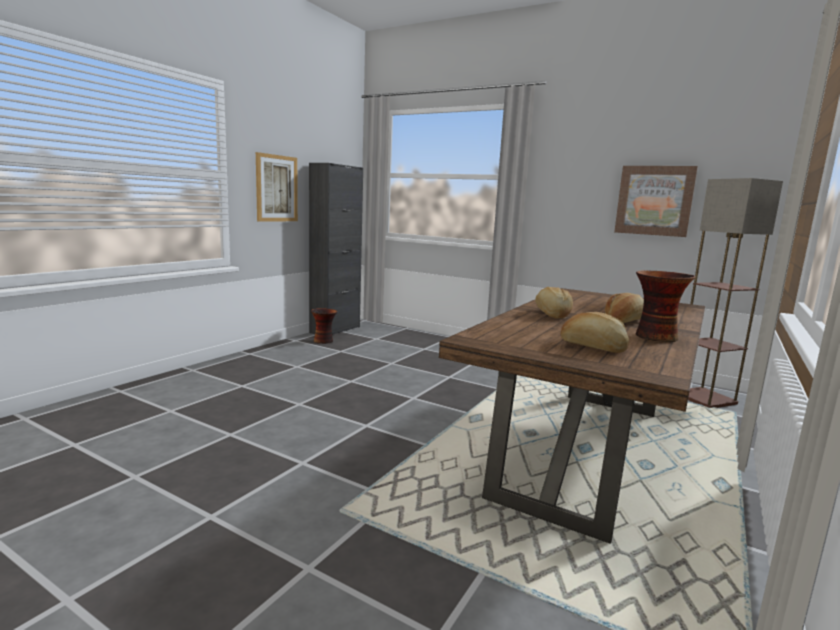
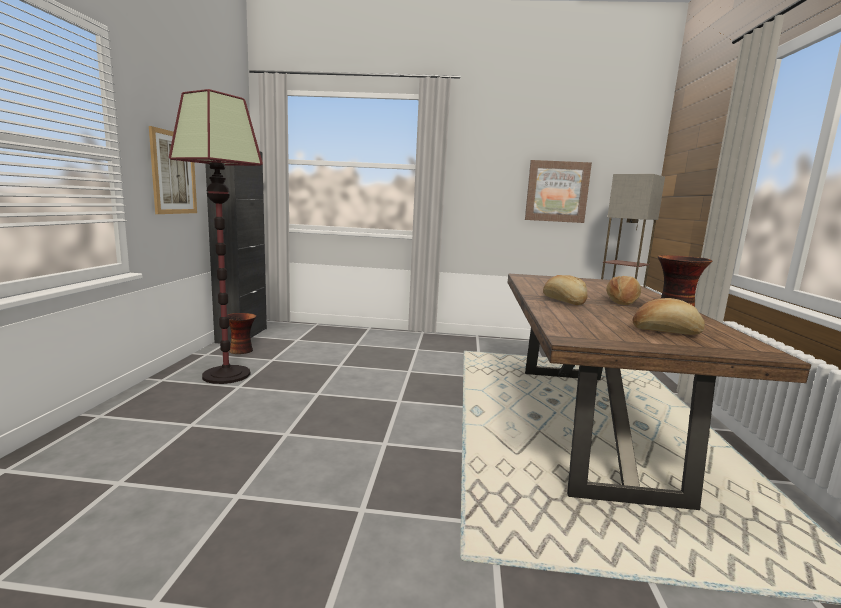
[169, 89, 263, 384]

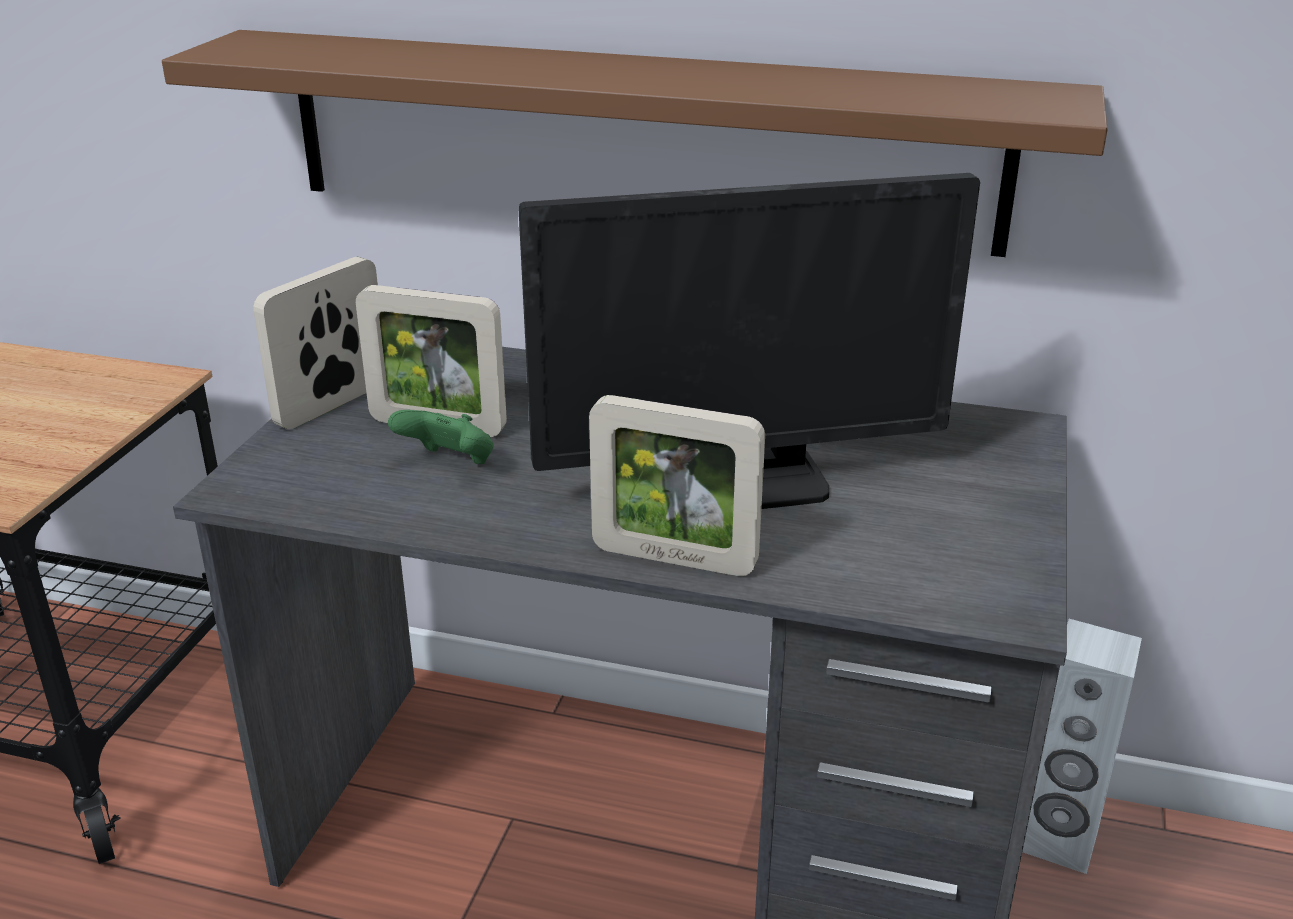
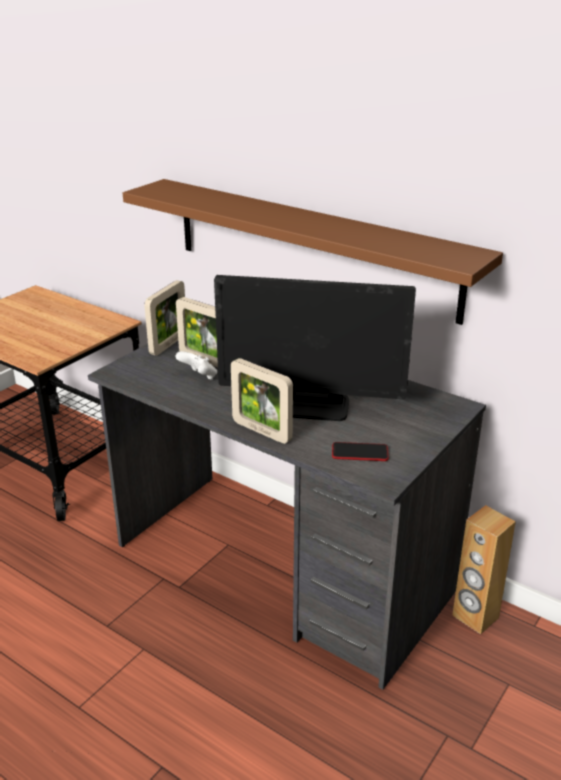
[145, 280, 185, 356]
[175, 351, 217, 380]
[452, 505, 516, 634]
[332, 442, 389, 461]

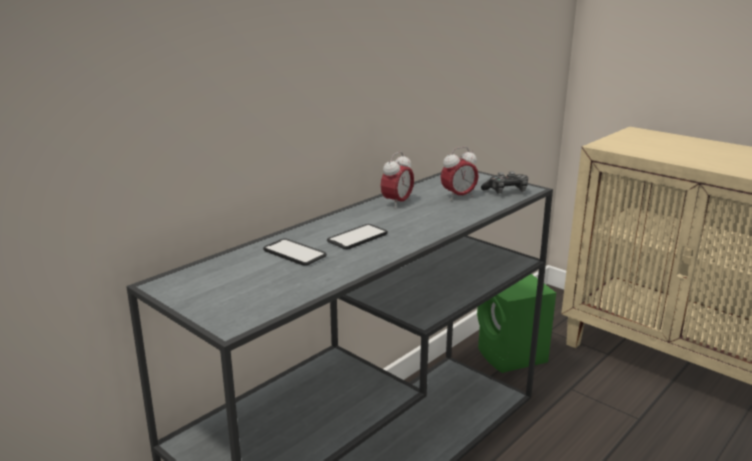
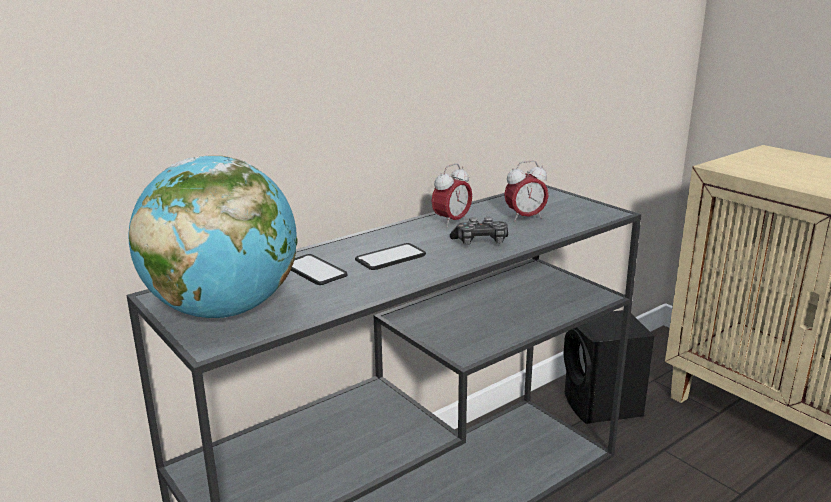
[450, 217, 508, 245]
[564, 310, 654, 424]
[128, 155, 298, 319]

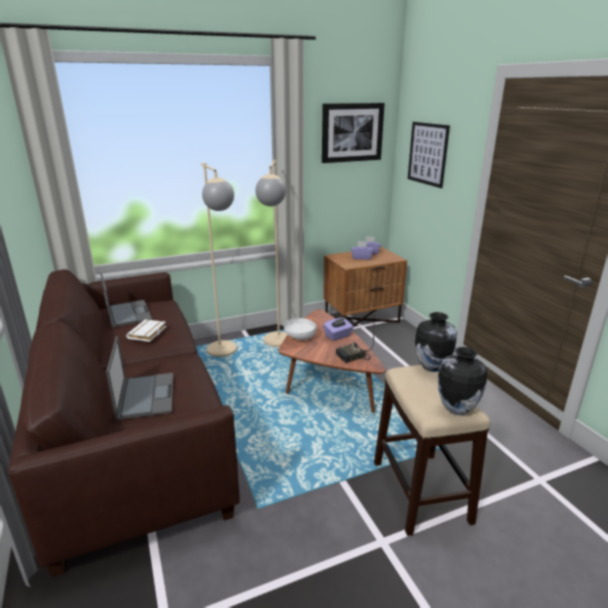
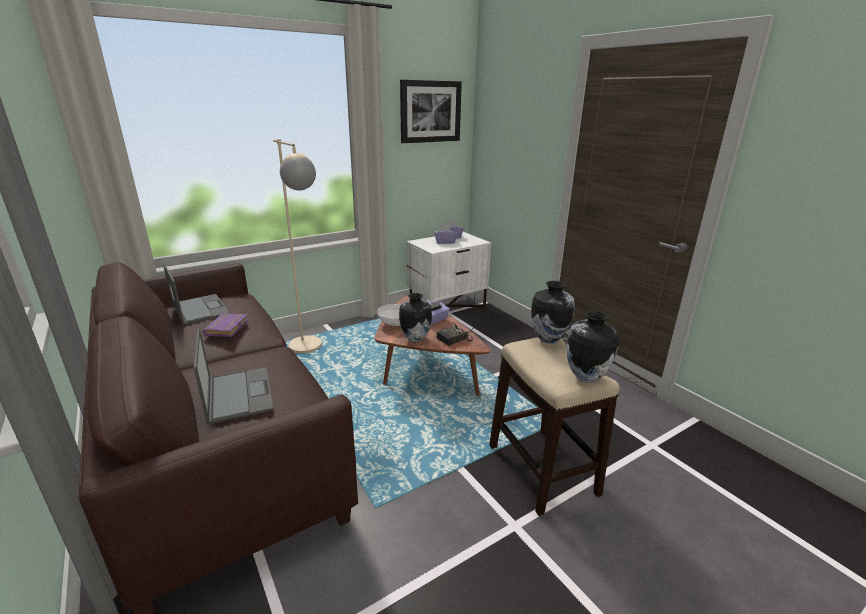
[408, 122, 450, 188] (first image)
[255, 160, 288, 347] (first image)
[407, 232, 491, 307]
[203, 313, 248, 337]
[399, 293, 432, 342]

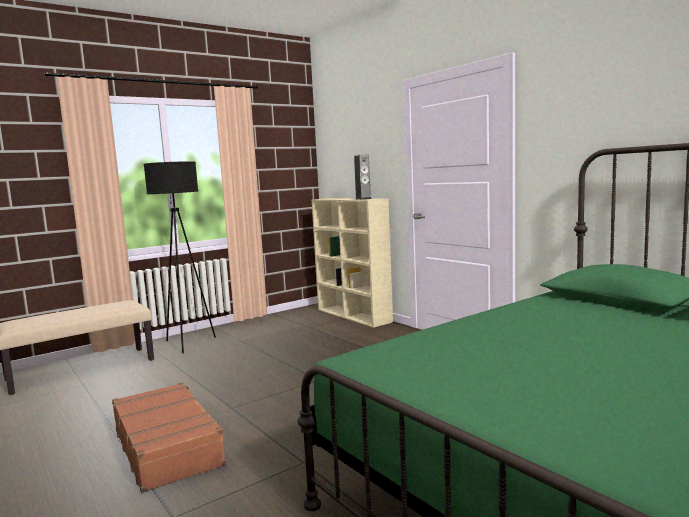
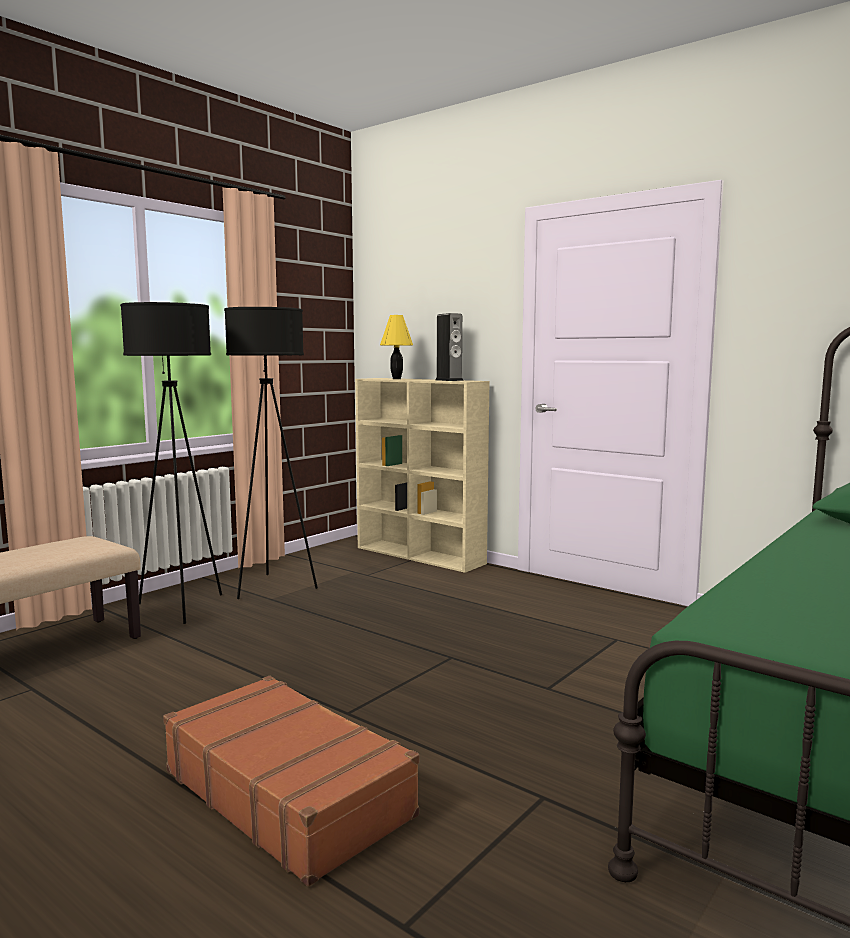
[224, 307, 318, 599]
[380, 315, 413, 379]

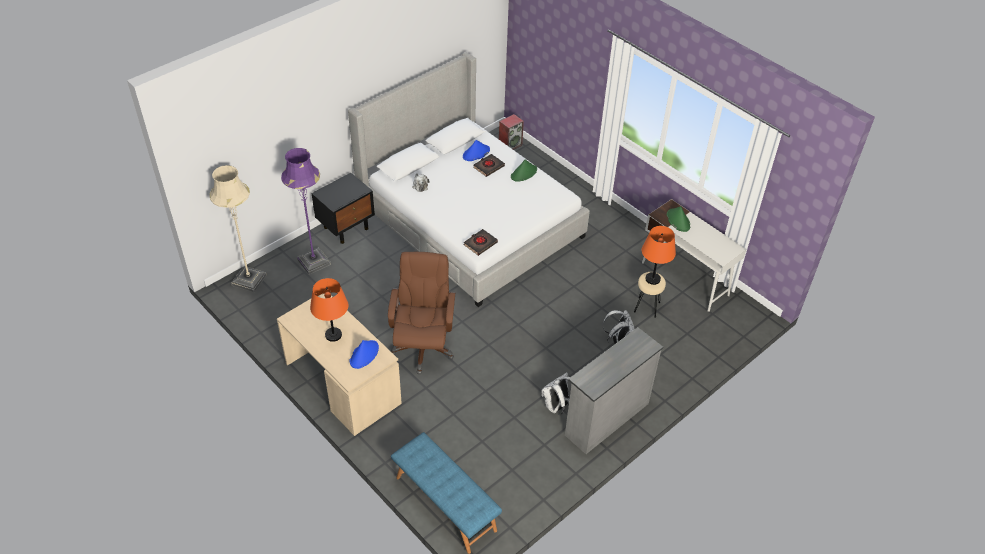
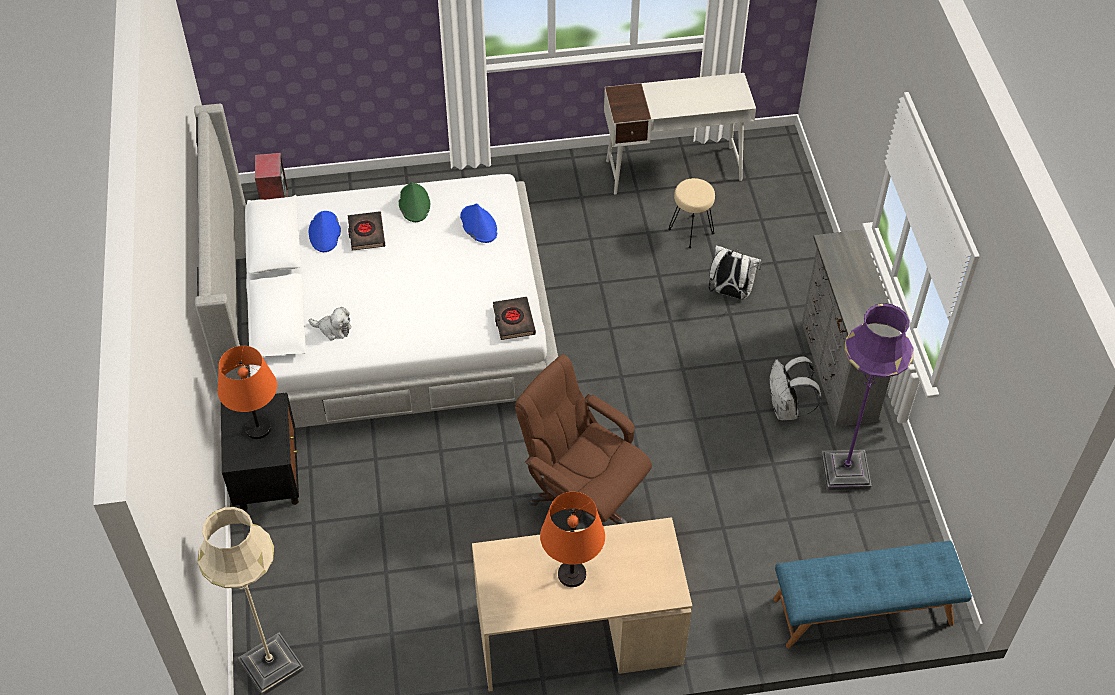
[821, 303, 913, 491]
[667, 206, 690, 232] (first image)
[217, 346, 277, 439]
[460, 203, 497, 243]

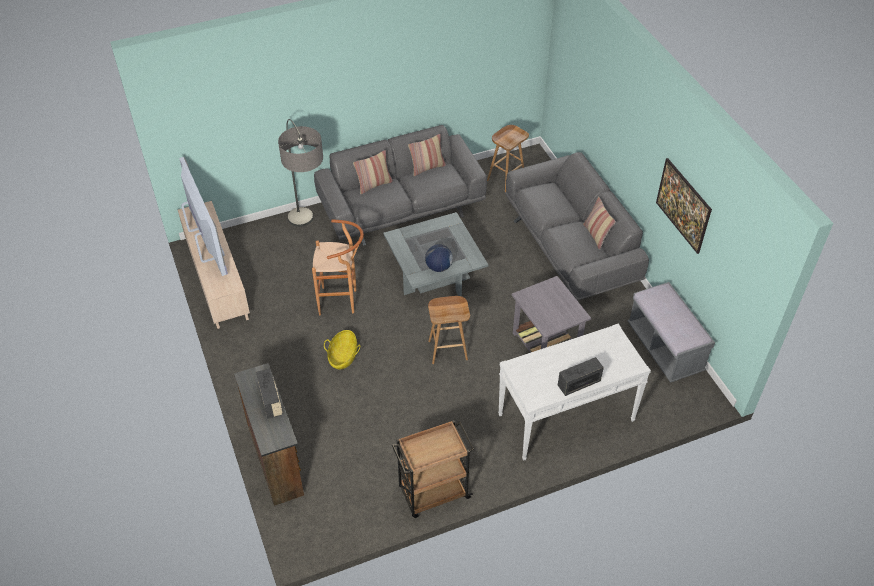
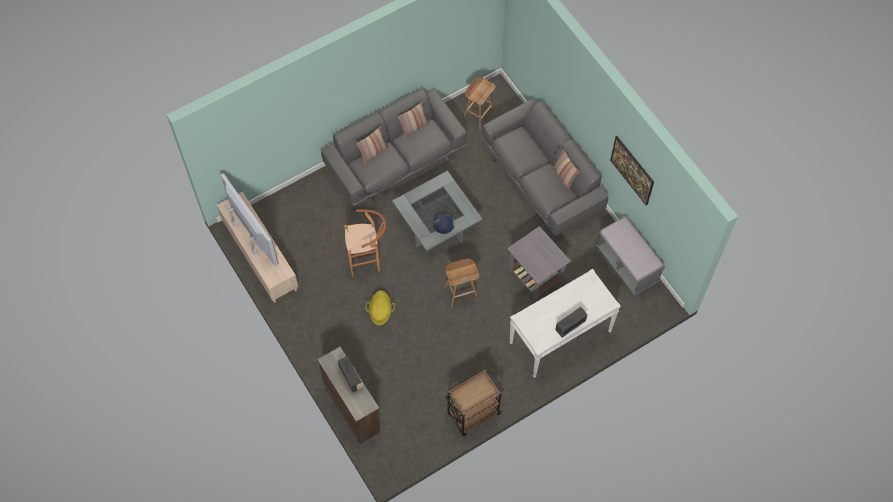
[278, 119, 323, 227] (first image)

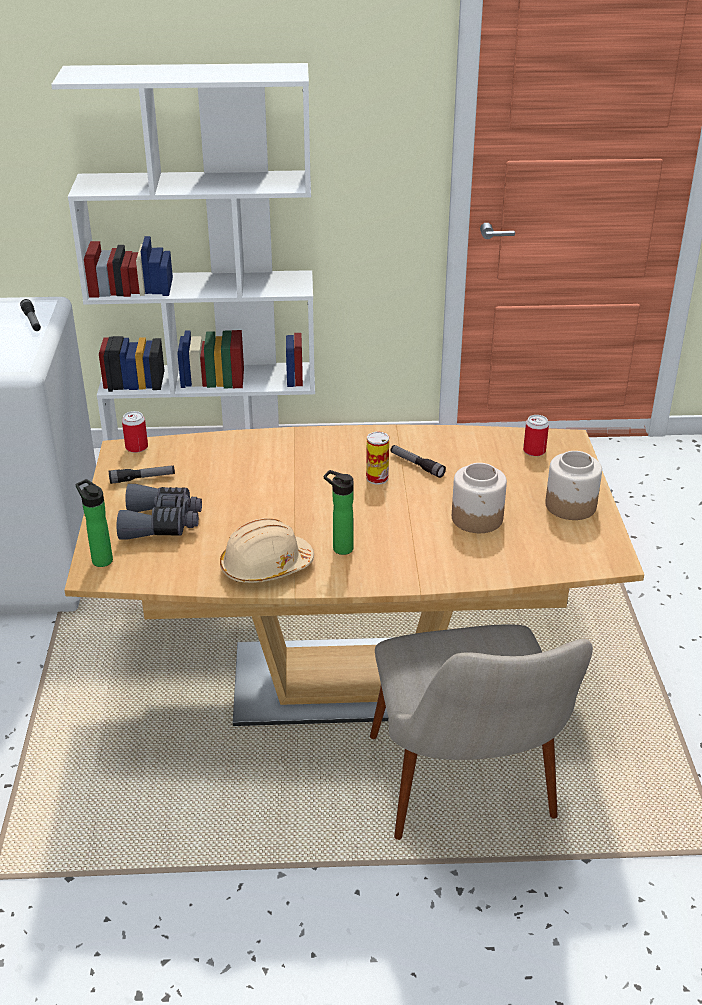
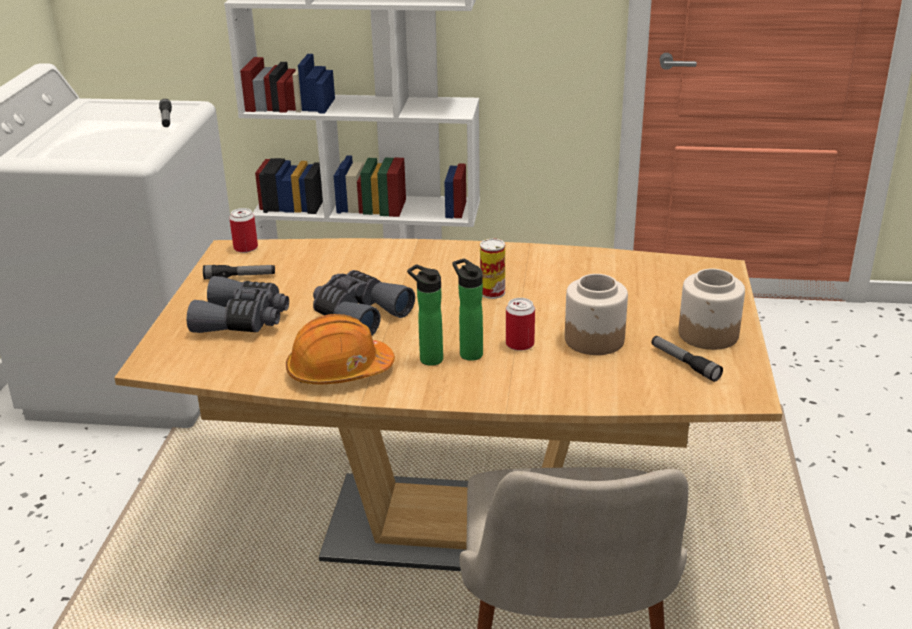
[506, 298, 535, 351]
[651, 336, 723, 382]
[452, 258, 483, 361]
[286, 314, 395, 384]
[313, 270, 415, 335]

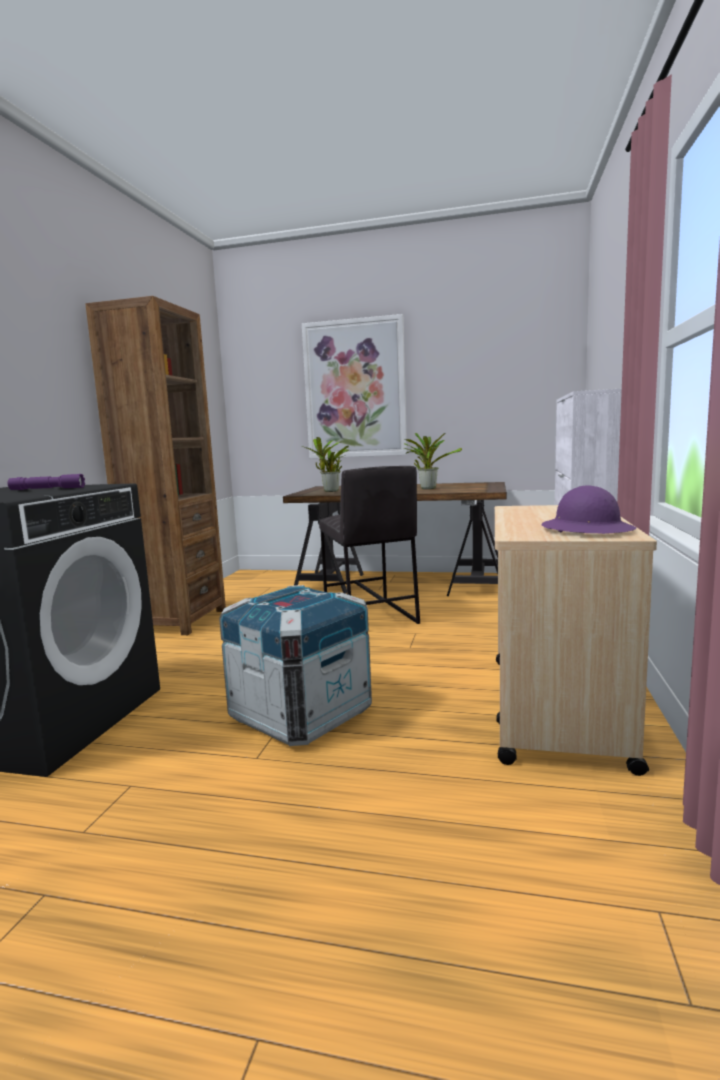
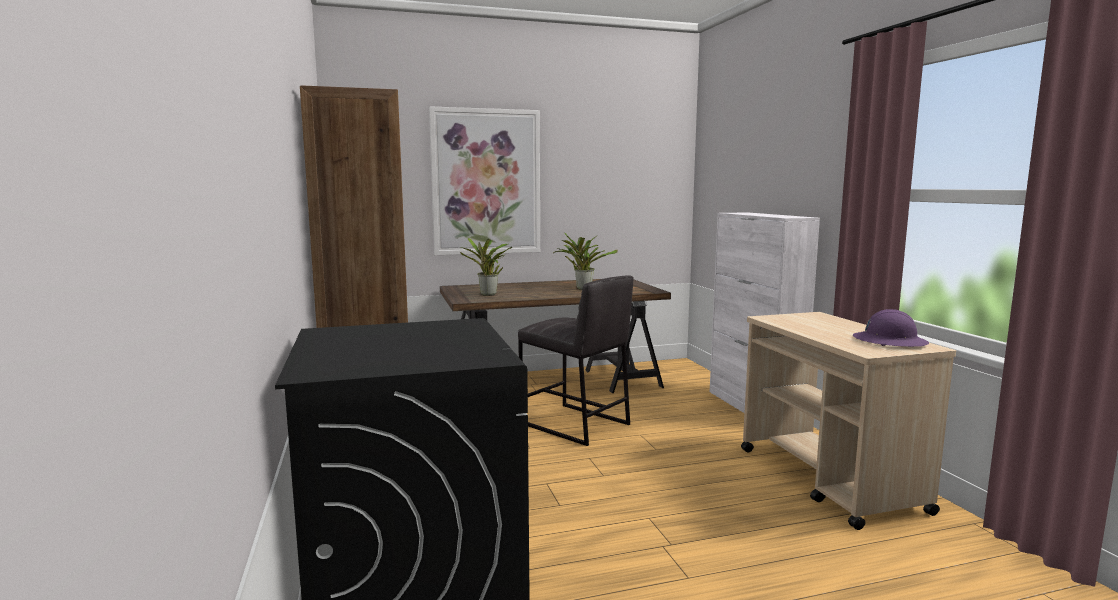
[8, 474, 85, 490] (first image)
[219, 585, 372, 746] (first image)

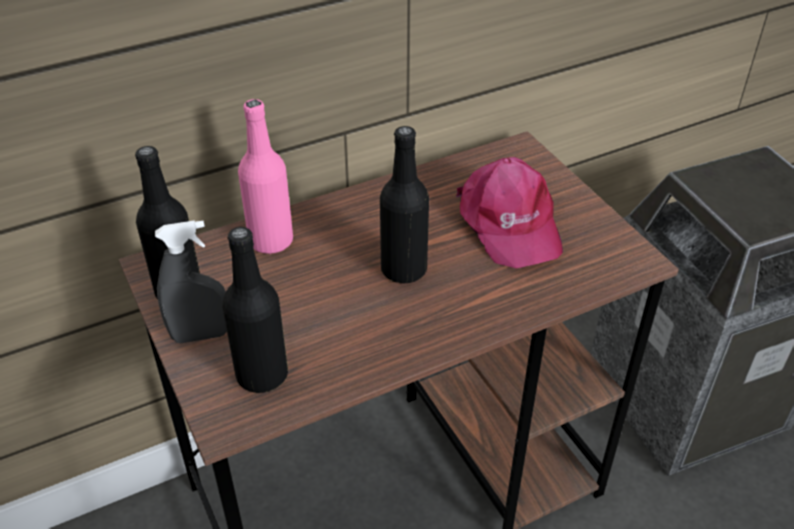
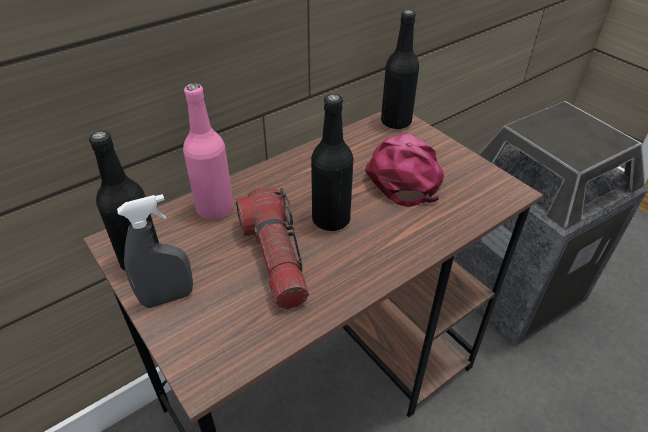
[365, 133, 444, 207]
[381, 10, 419, 130]
[236, 187, 309, 309]

